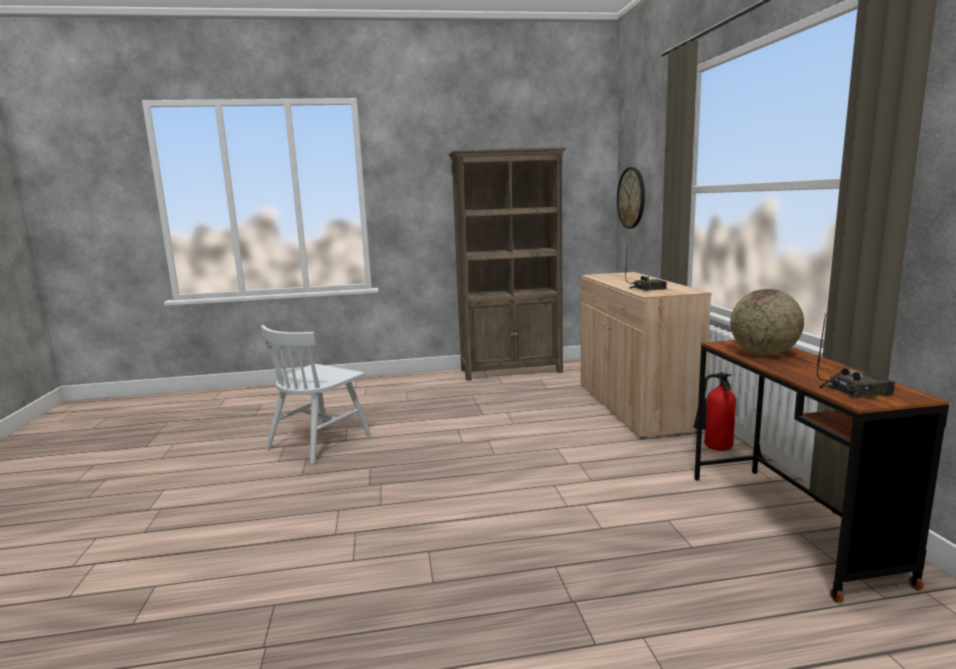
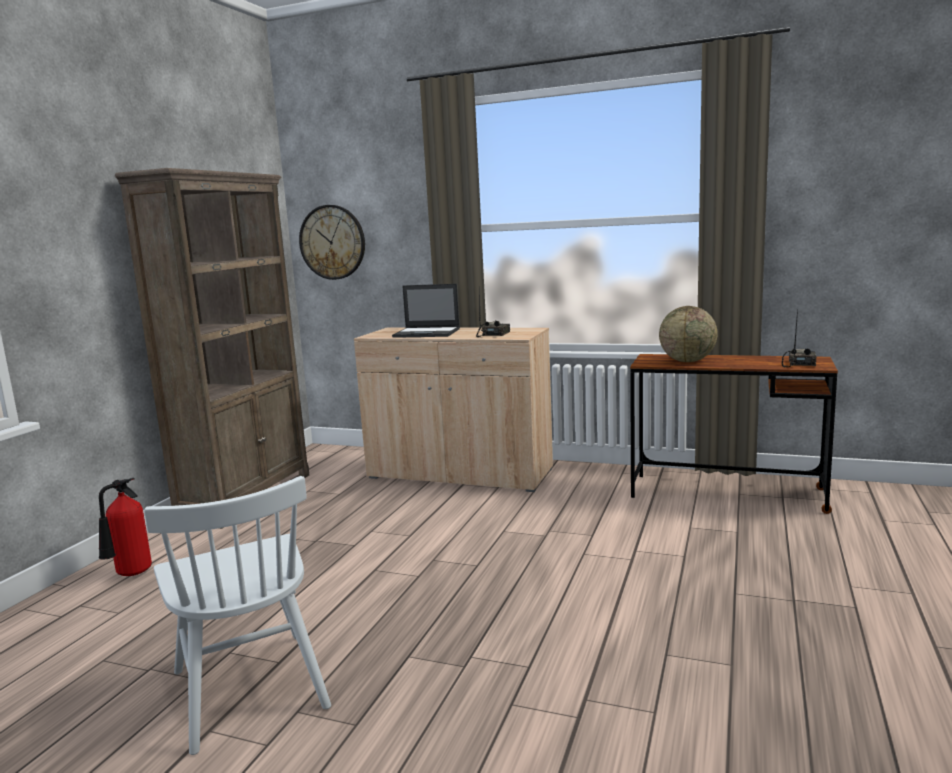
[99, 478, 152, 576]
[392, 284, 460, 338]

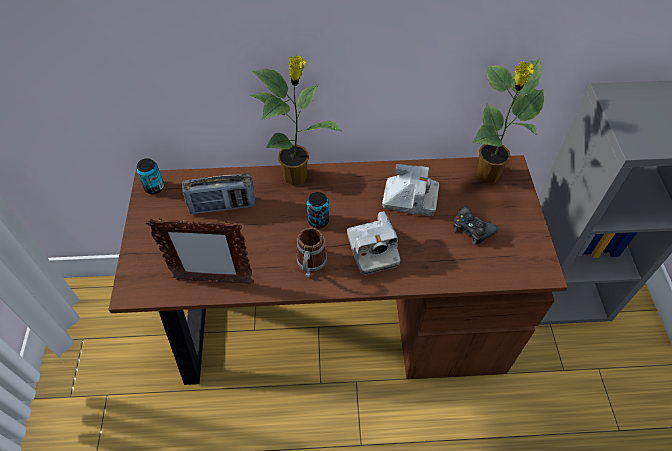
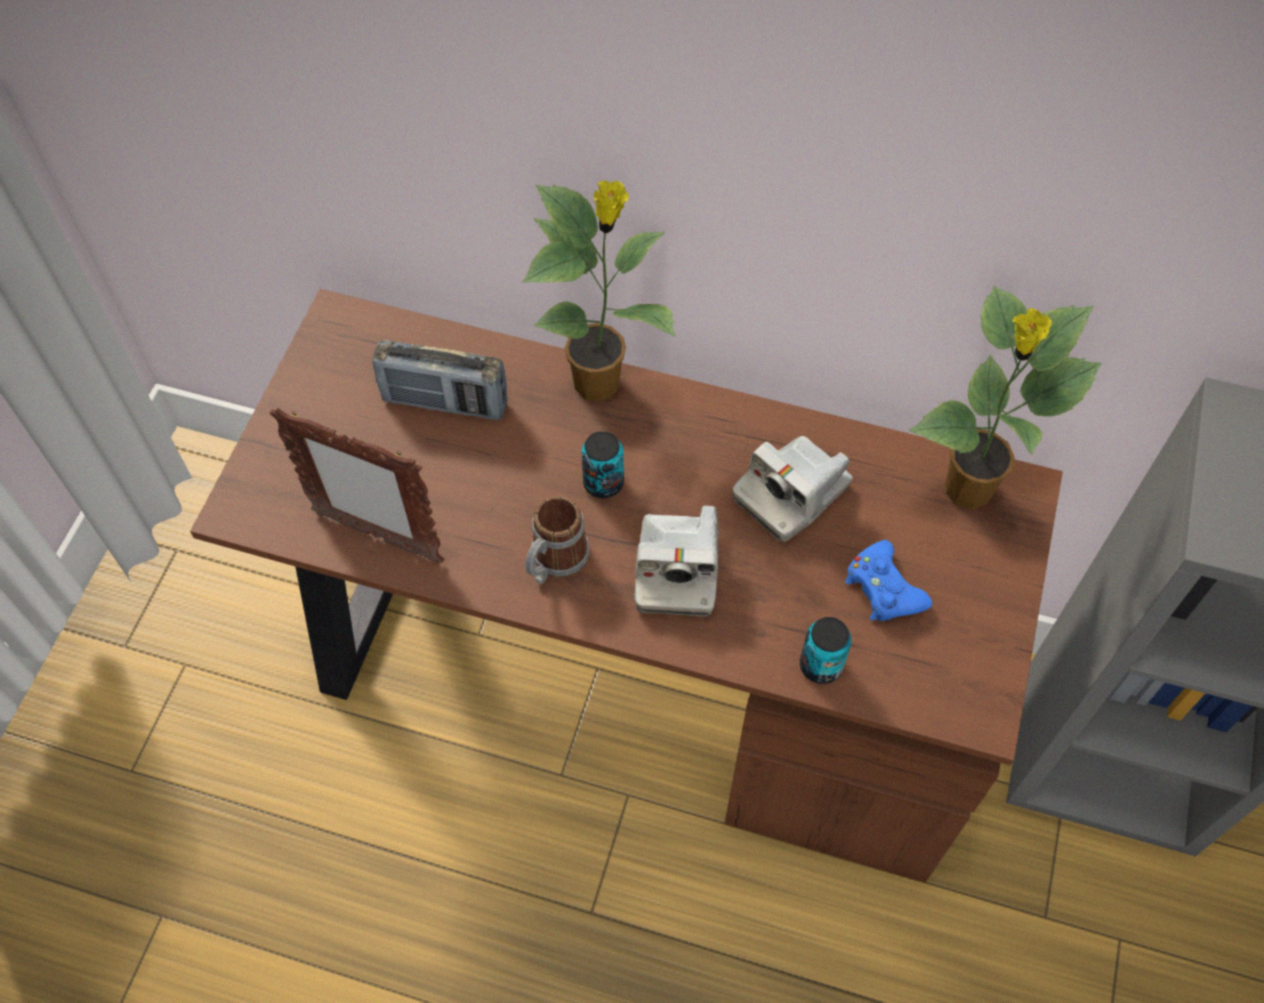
[800, 617, 852, 684]
[732, 436, 852, 542]
[845, 540, 932, 621]

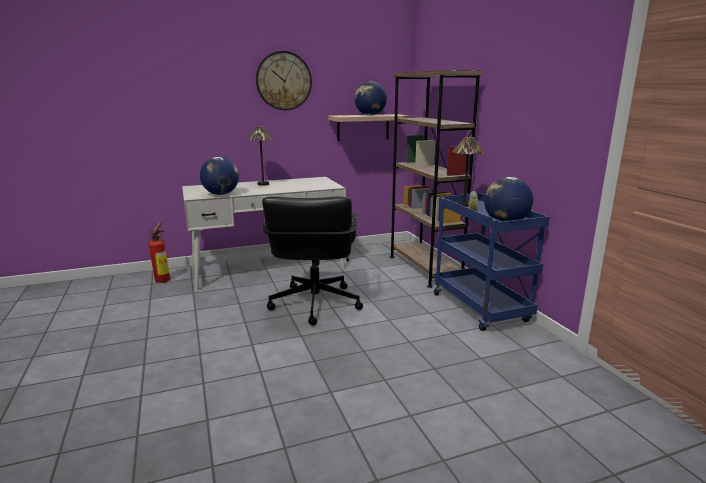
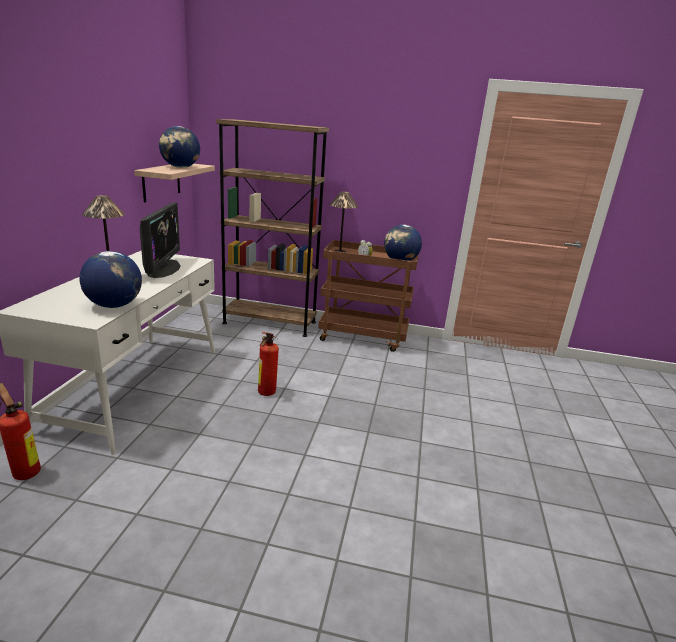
[256, 51, 312, 110] (first image)
[318, 240, 419, 352]
[258, 332, 279, 396]
[140, 202, 181, 278]

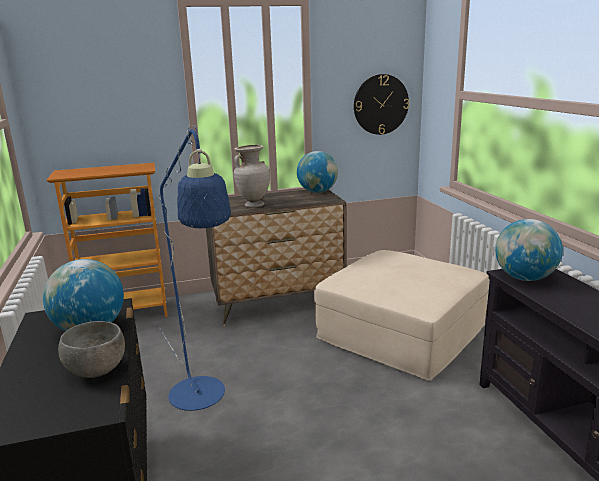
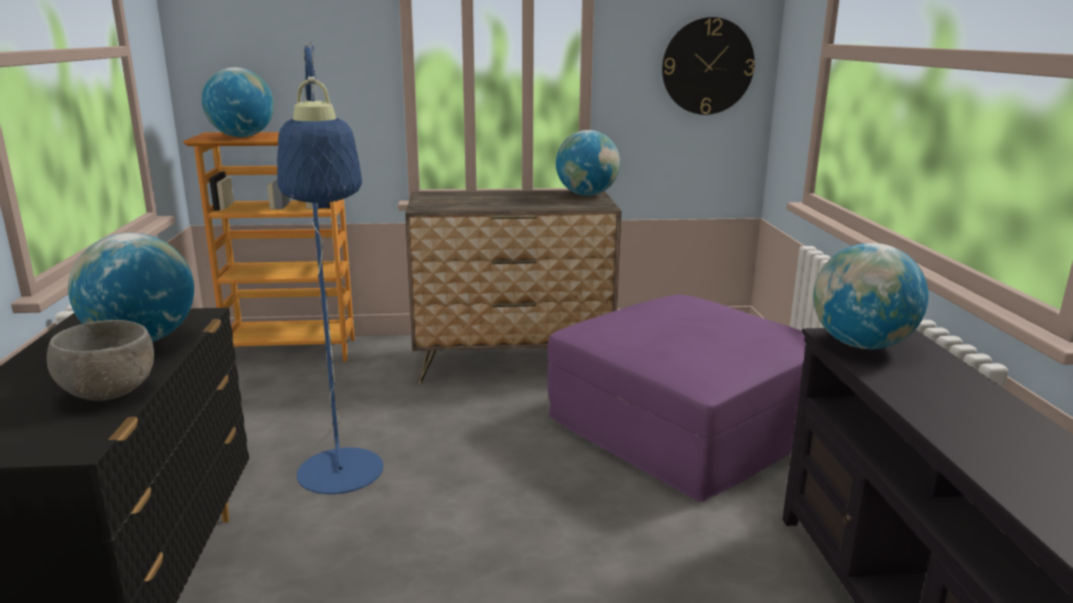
[234, 145, 270, 208] (first image)
[548, 295, 806, 502]
[202, 67, 274, 137]

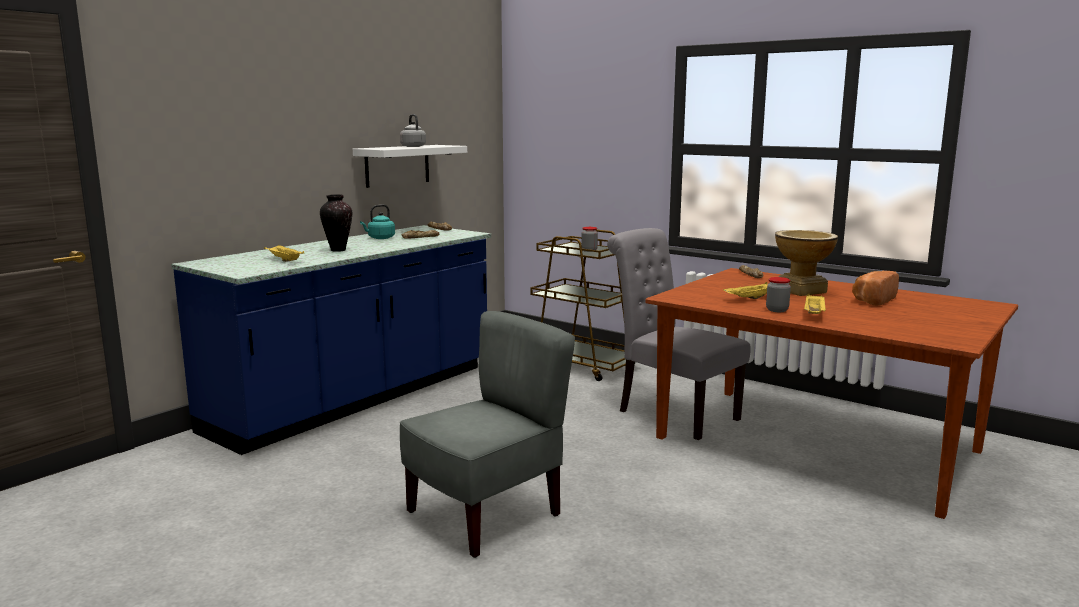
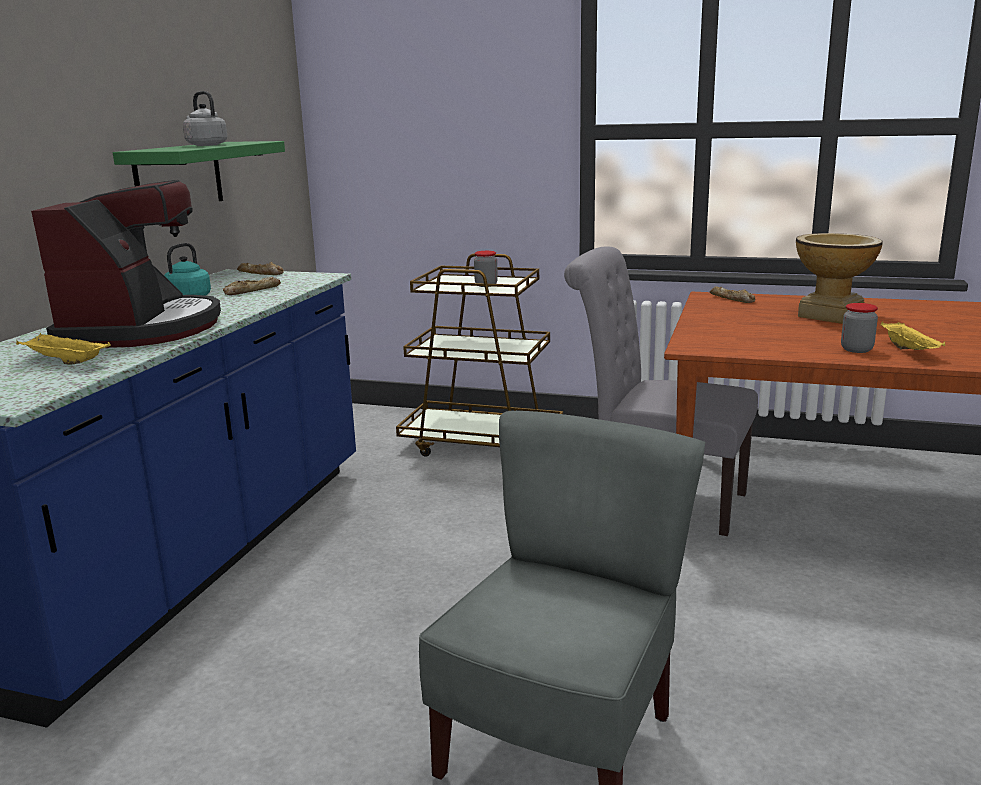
[113, 141, 285, 201]
[31, 180, 221, 348]
[852, 271, 899, 306] (first image)
[723, 282, 768, 299] (first image)

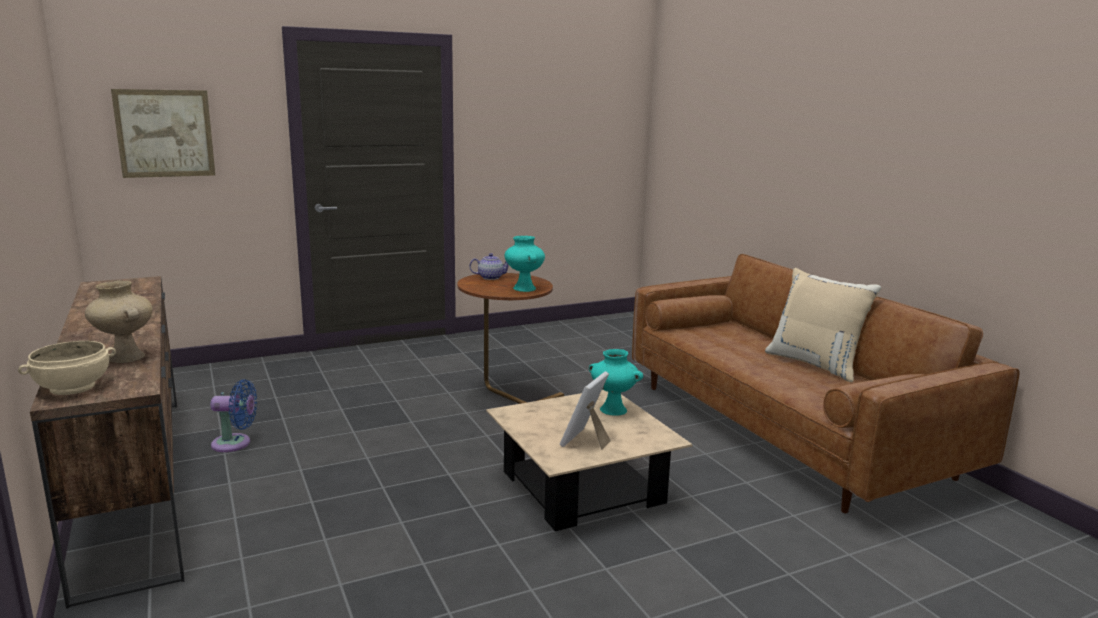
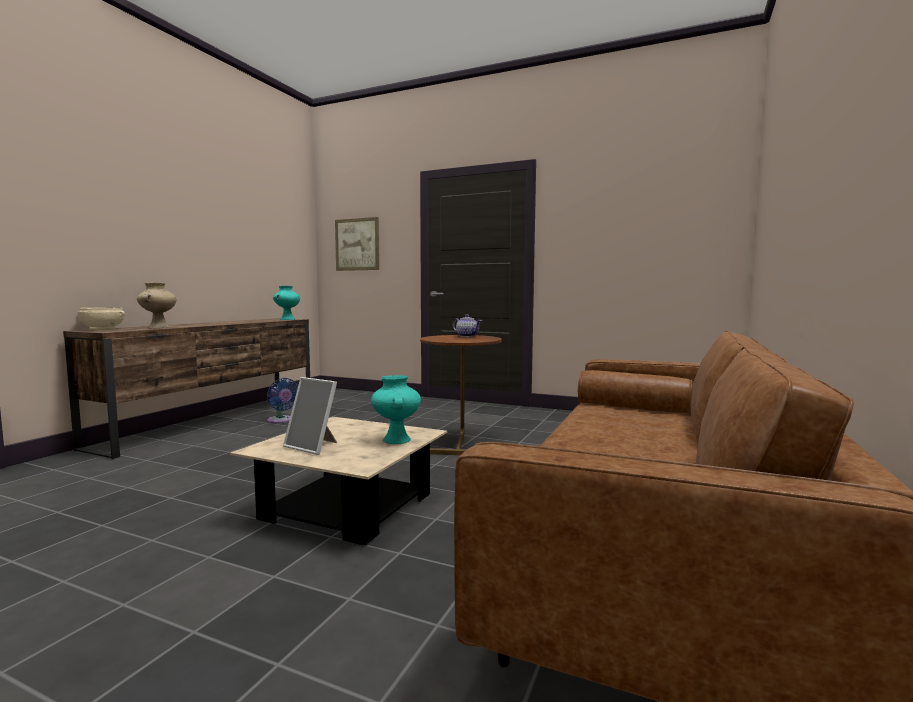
[273, 286, 300, 320]
[765, 268, 881, 382] (first image)
[283, 377, 337, 455]

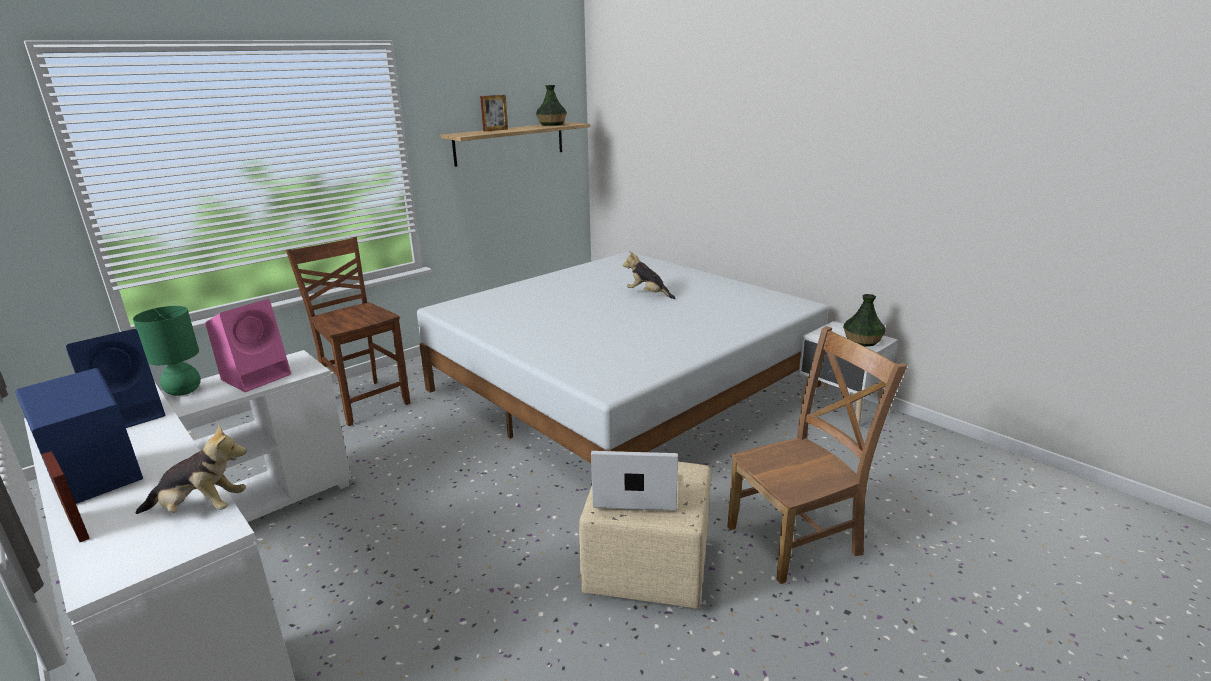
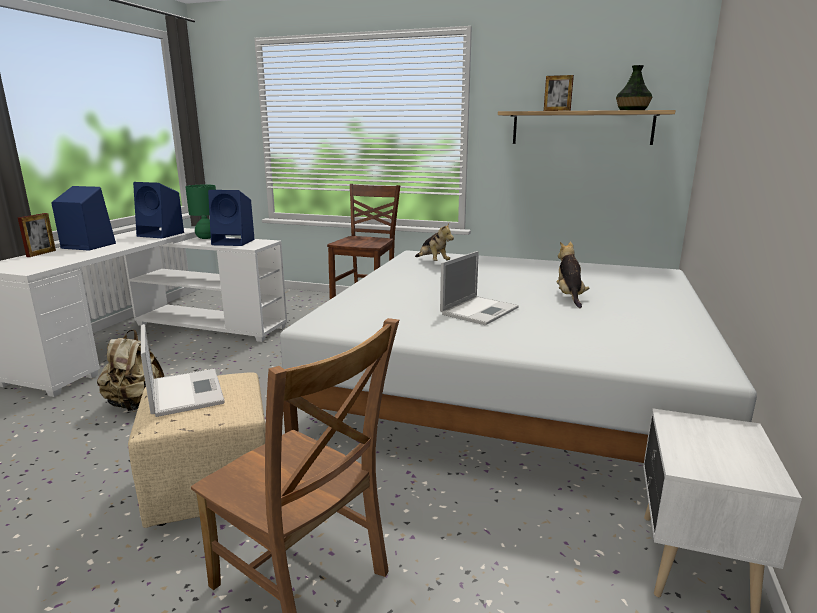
[843, 294, 886, 347] (first image)
[208, 190, 255, 246]
[415, 223, 454, 261]
[440, 251, 519, 325]
[97, 330, 164, 411]

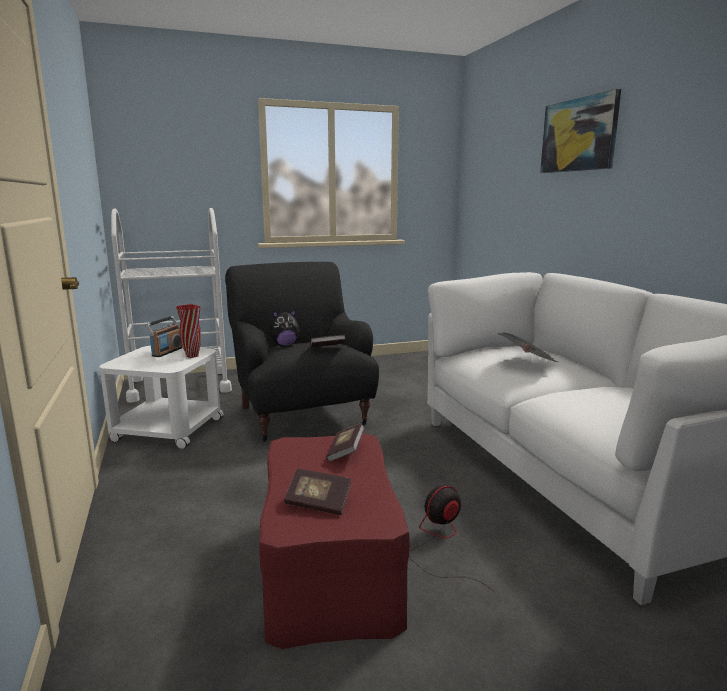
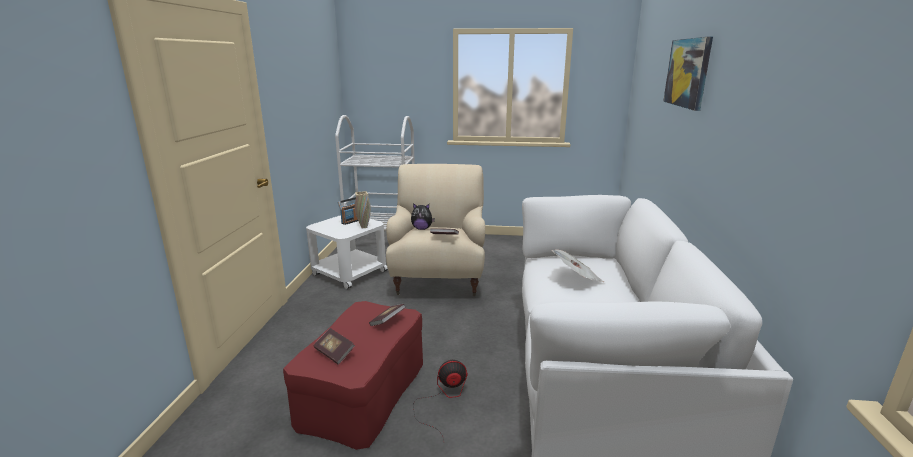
[386, 164, 485, 296]
[355, 191, 371, 228]

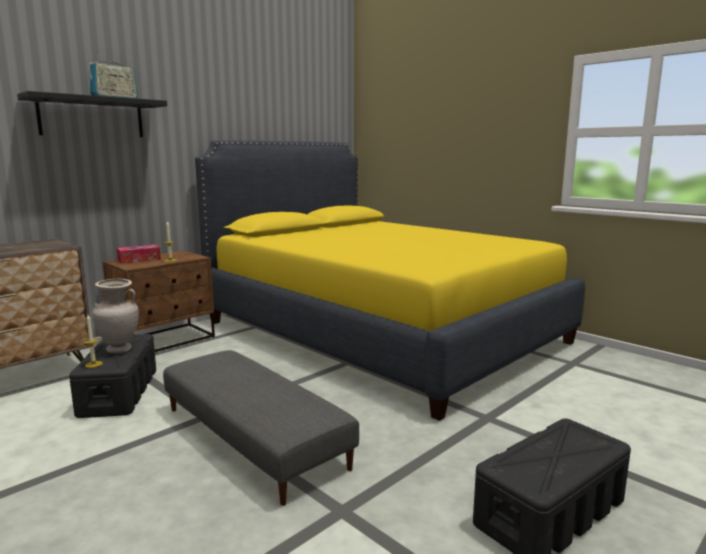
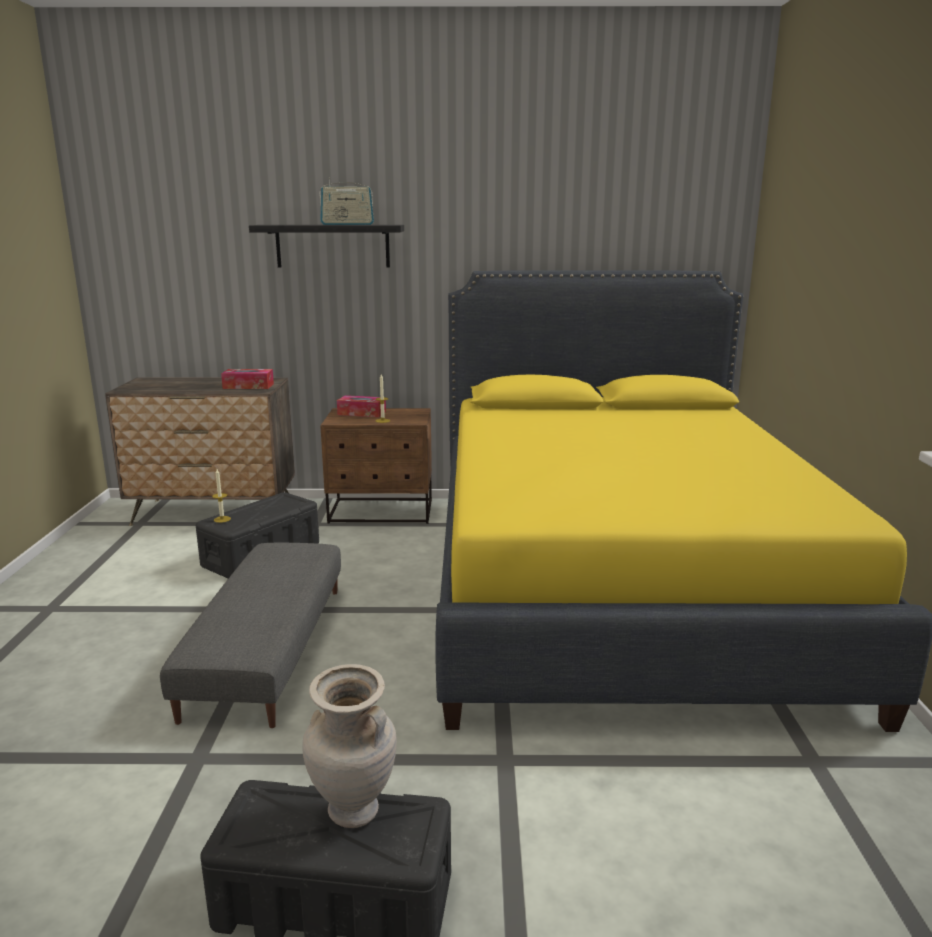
[302, 664, 397, 828]
[221, 369, 274, 389]

